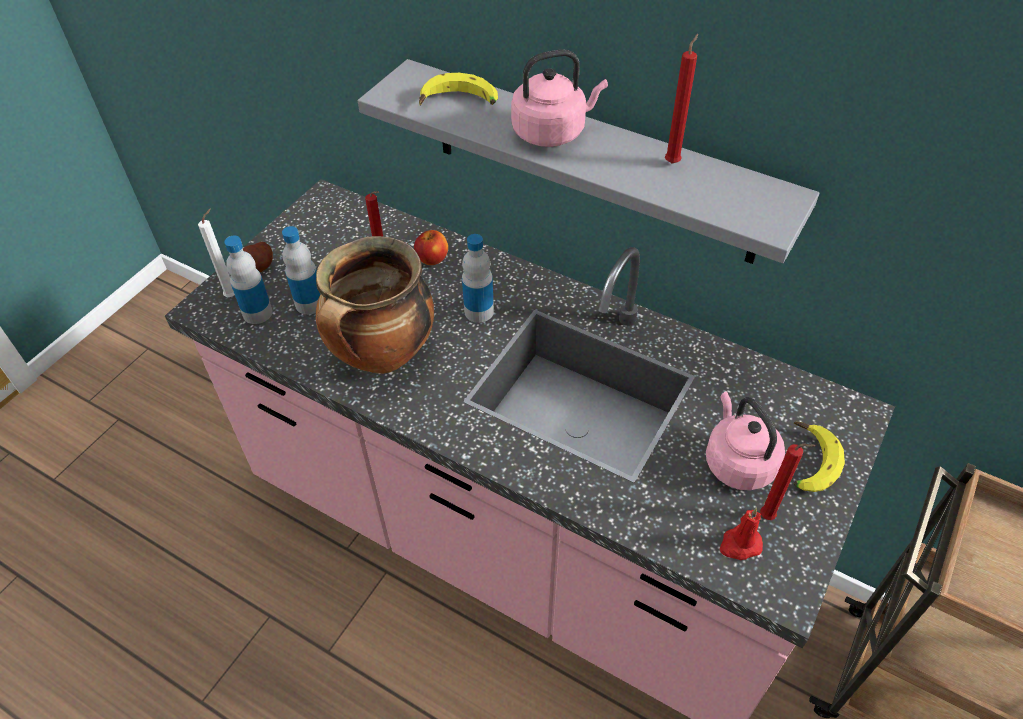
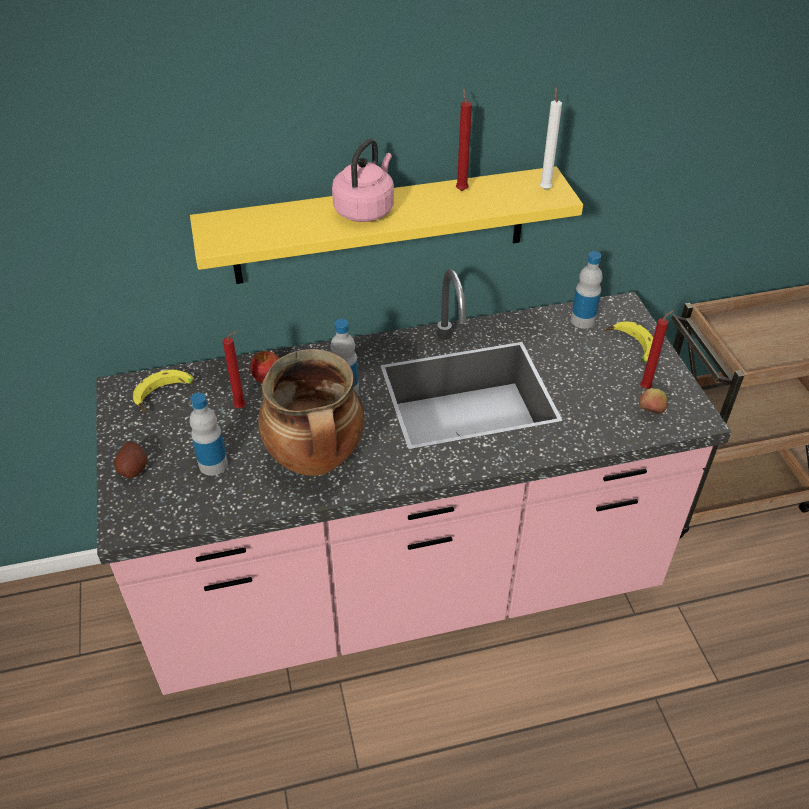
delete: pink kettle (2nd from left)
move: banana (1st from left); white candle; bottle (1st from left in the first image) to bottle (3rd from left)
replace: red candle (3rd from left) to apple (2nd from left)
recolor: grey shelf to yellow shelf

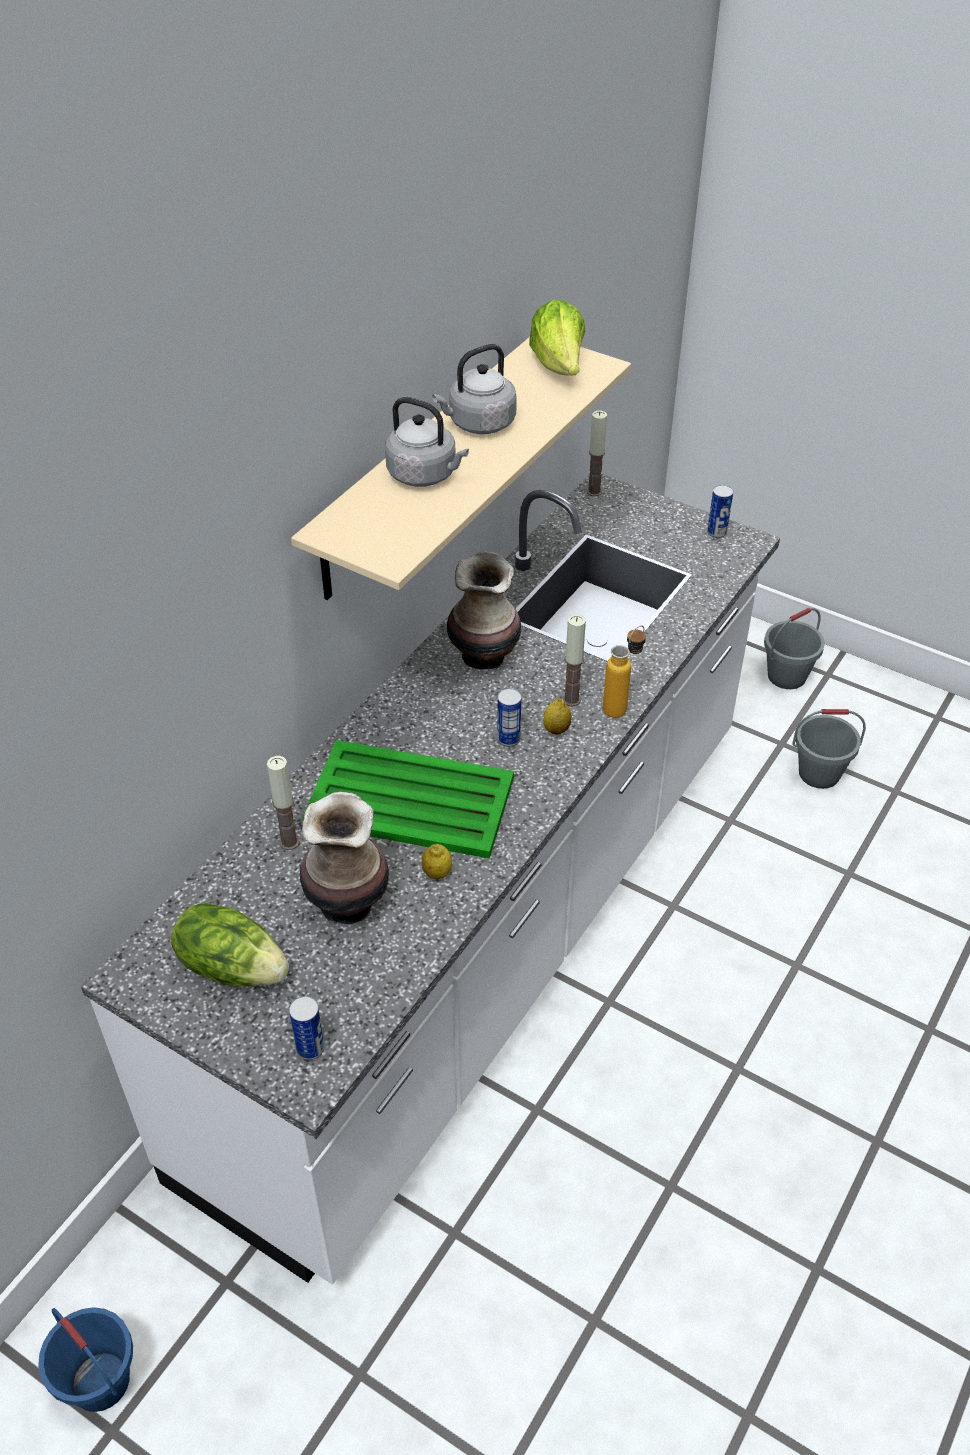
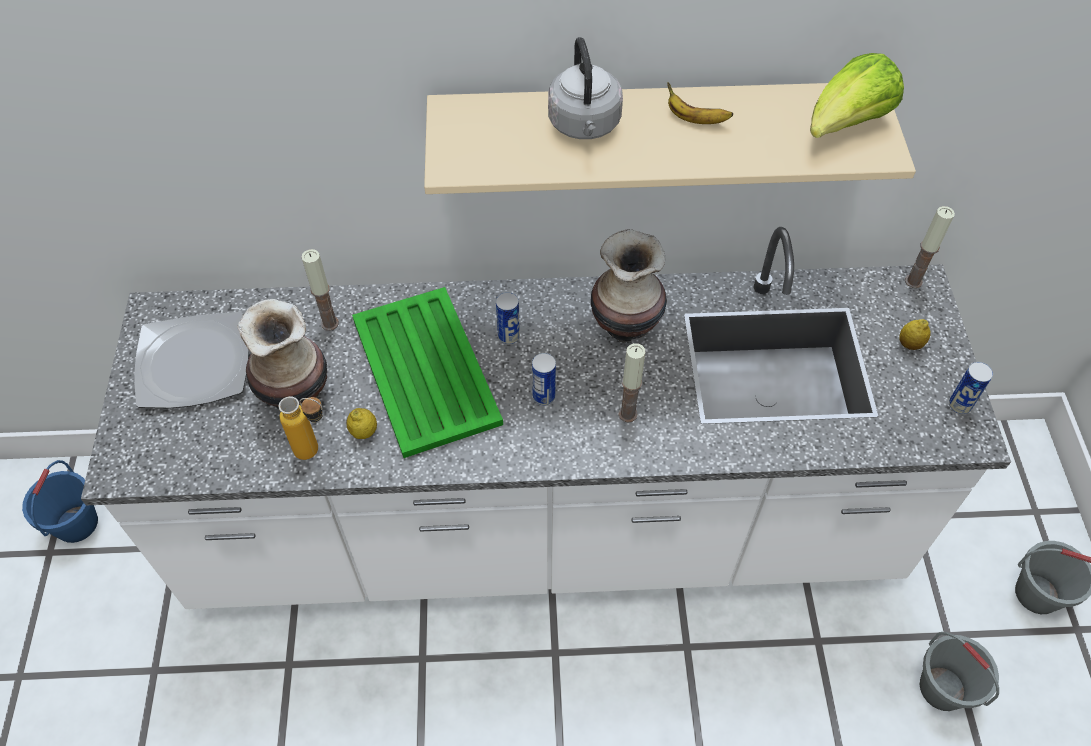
move: bottle; lemon (2nd from left); can (1st from left)
replace: grey kettle (2nd from left) to banana; lettuce (1st from left) to plate

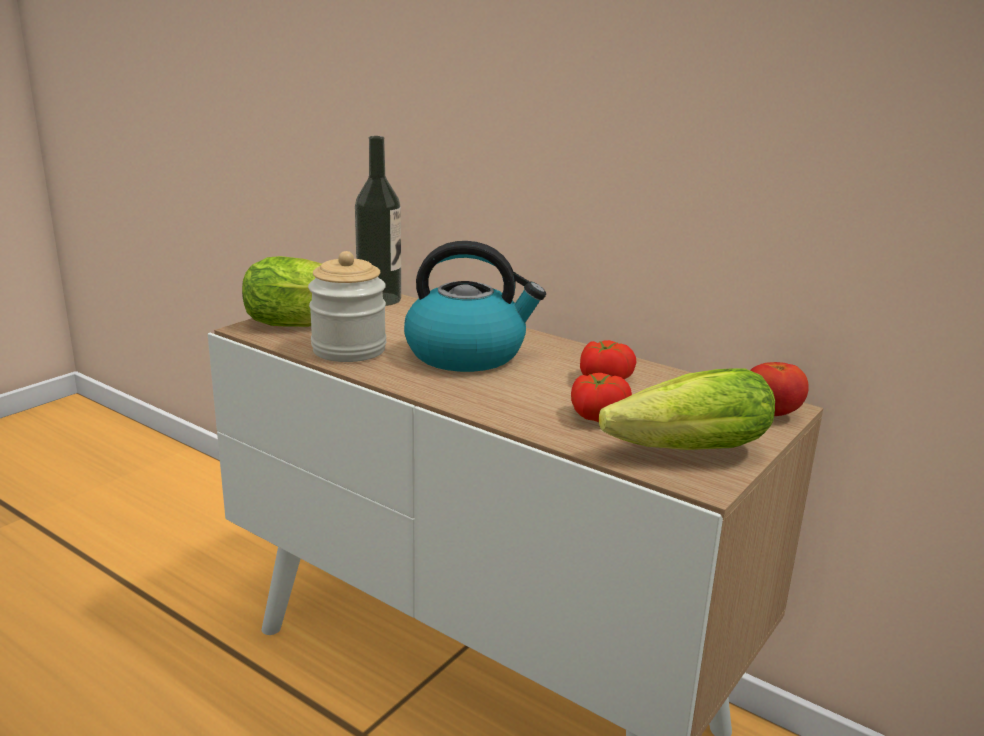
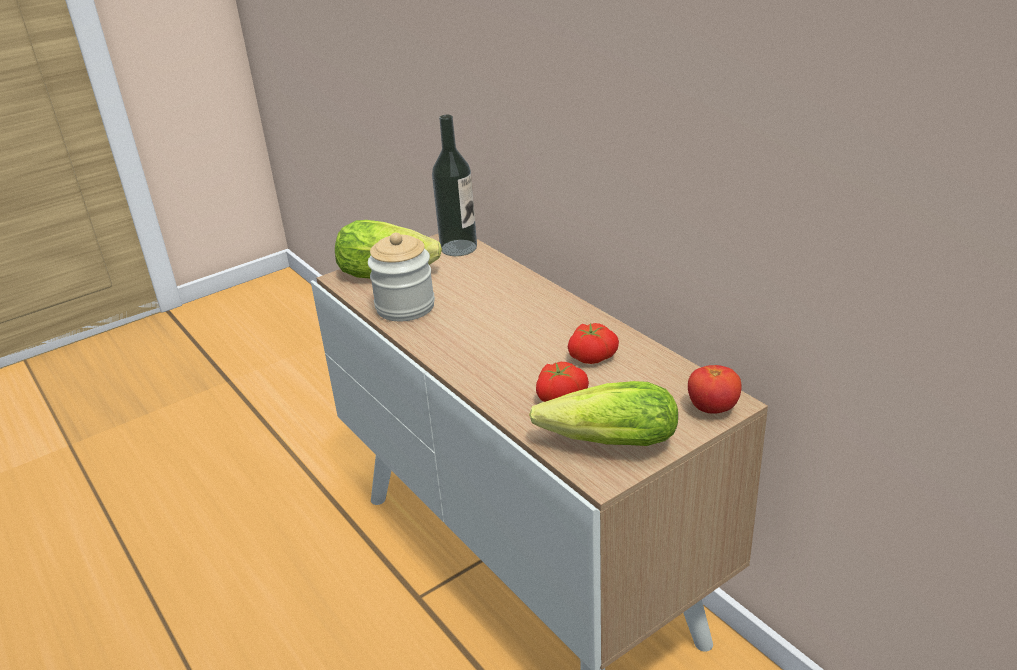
delete: kettle

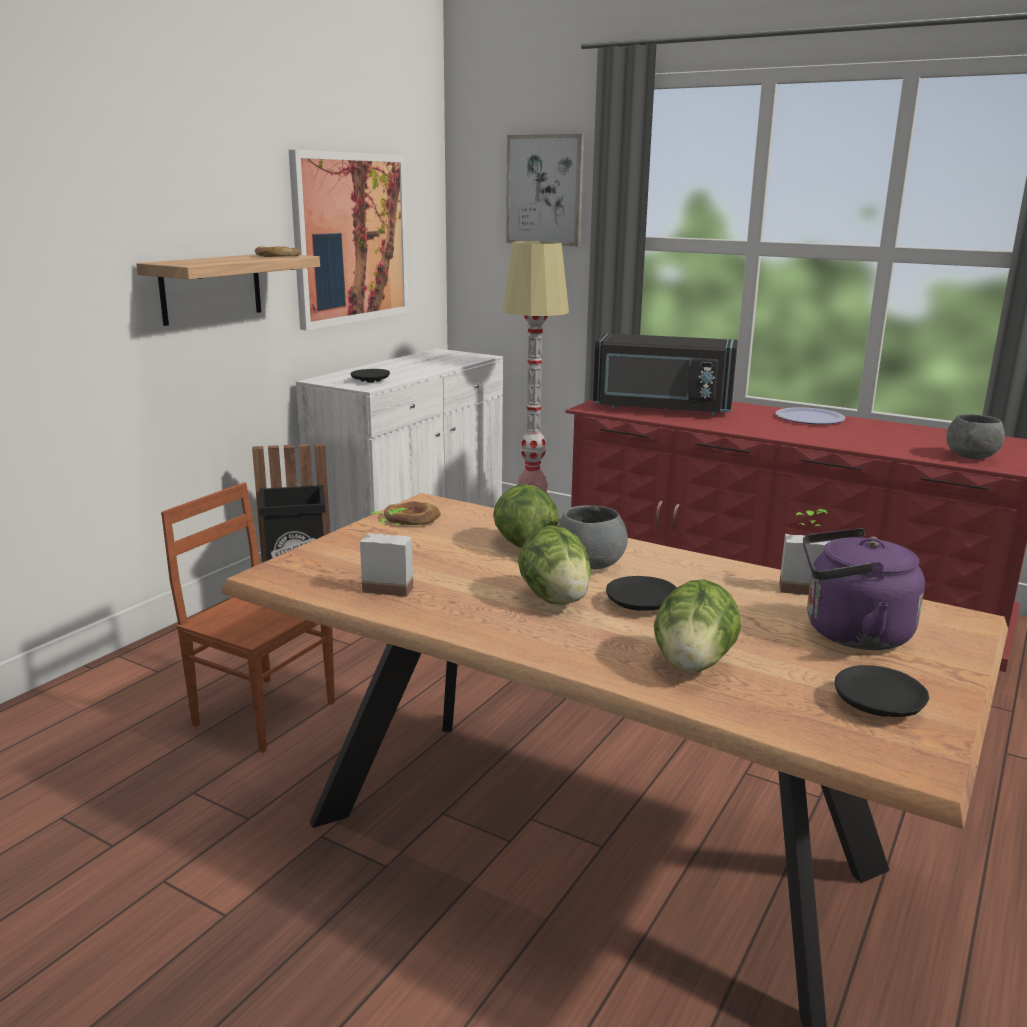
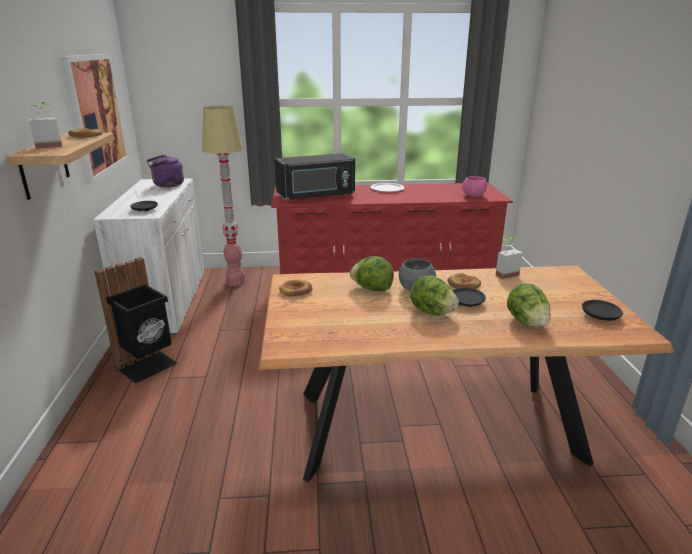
delete: picture (2nd from left); brown chair
insert: bread (3rd from left)
move: potted plant (1st from left); purple kettle
recolor: grey bowl (2nd from left) to pink bowl

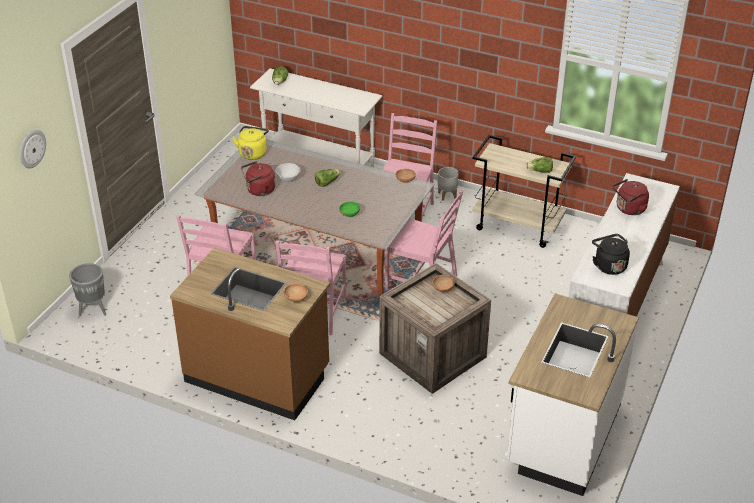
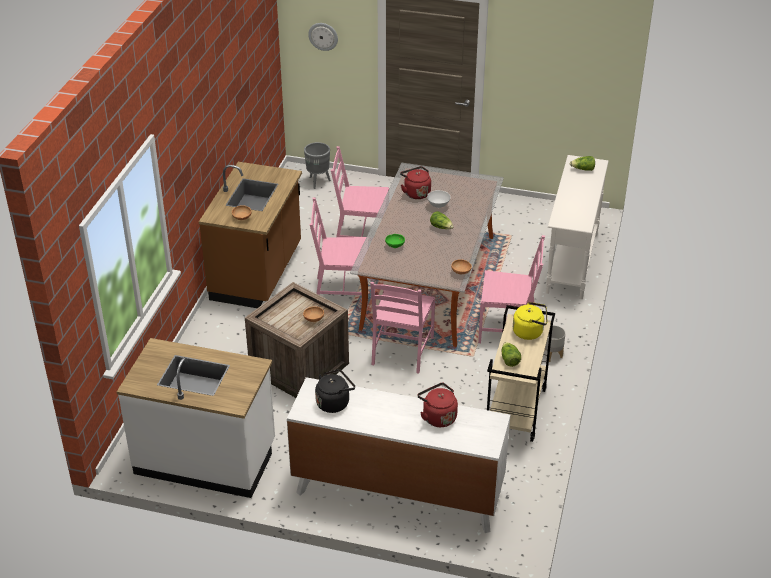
move: yellow kettle

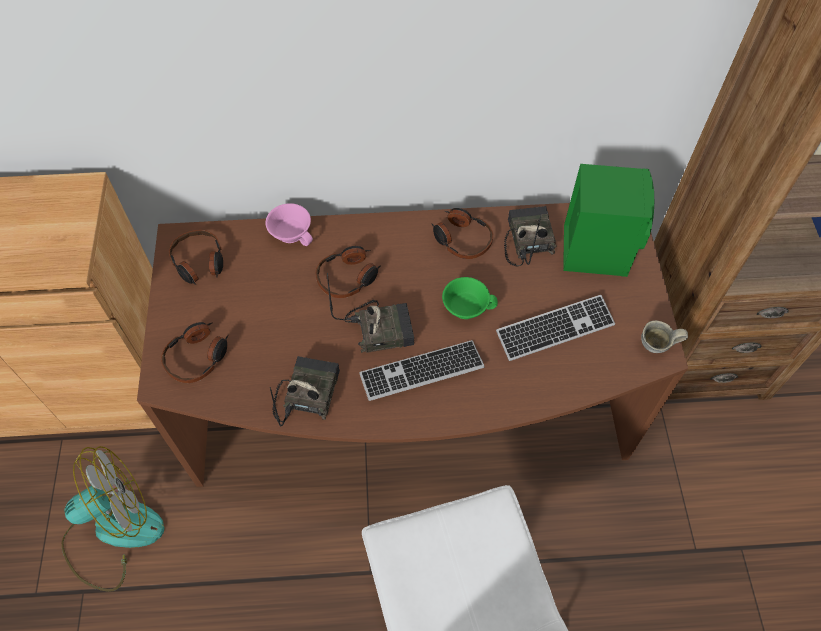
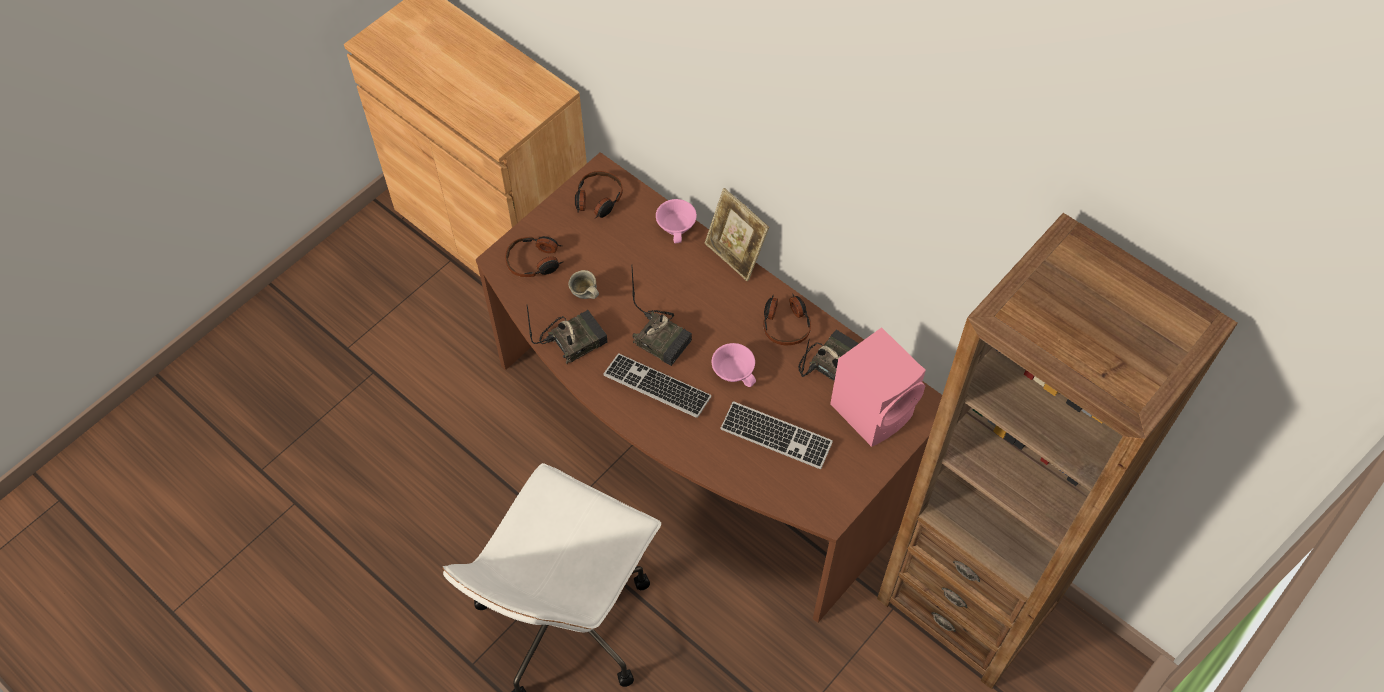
delete: headphones (3rd from left); fan
insert: picture frame
move: grey mug
recolor: green speaker to pink speaker; green cup to pink cup (2nd from left)

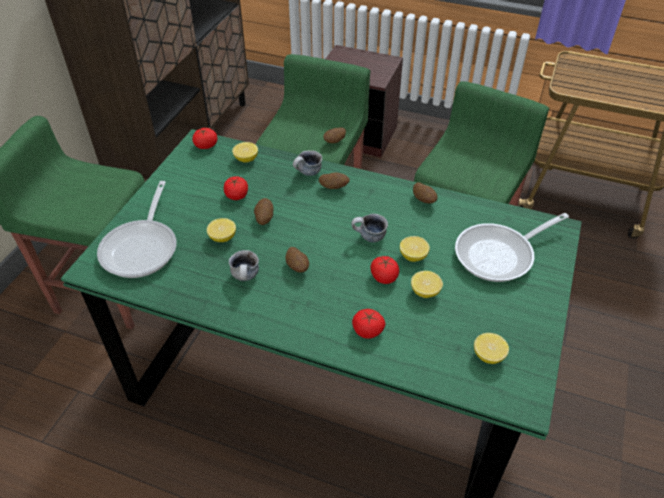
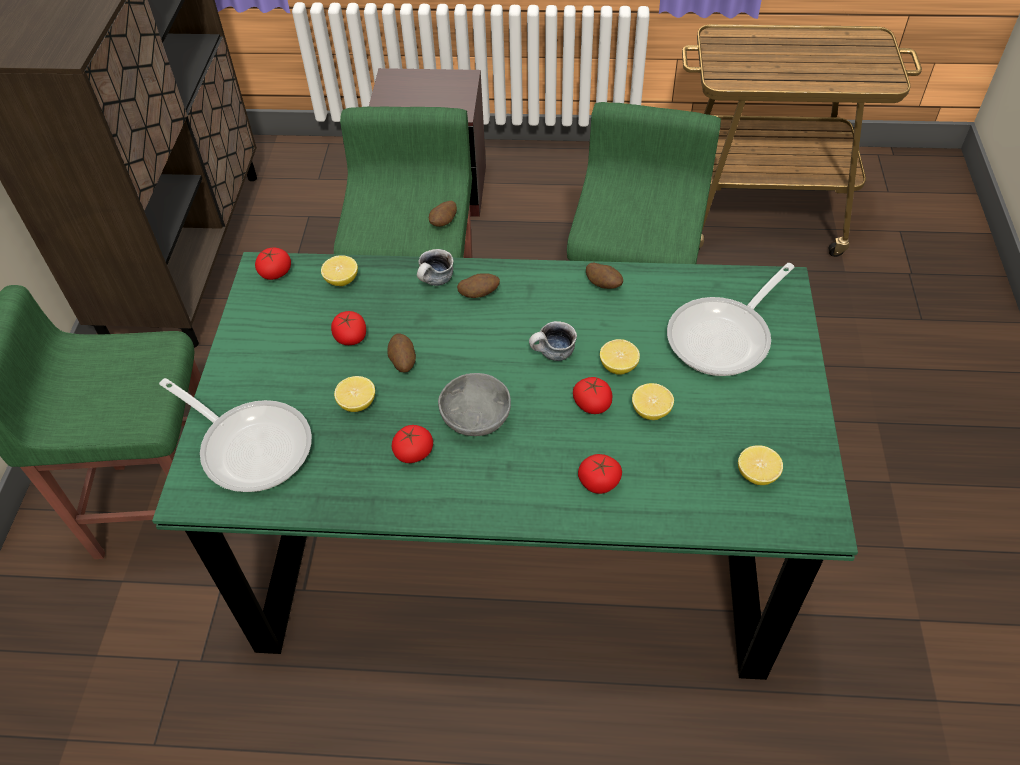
replace: potato (2nd from left) to grey bowl; mug (1st from left) to tomato (3rd from left)
rotate: frying pan (1st from left) 45 degrees counterclockwise

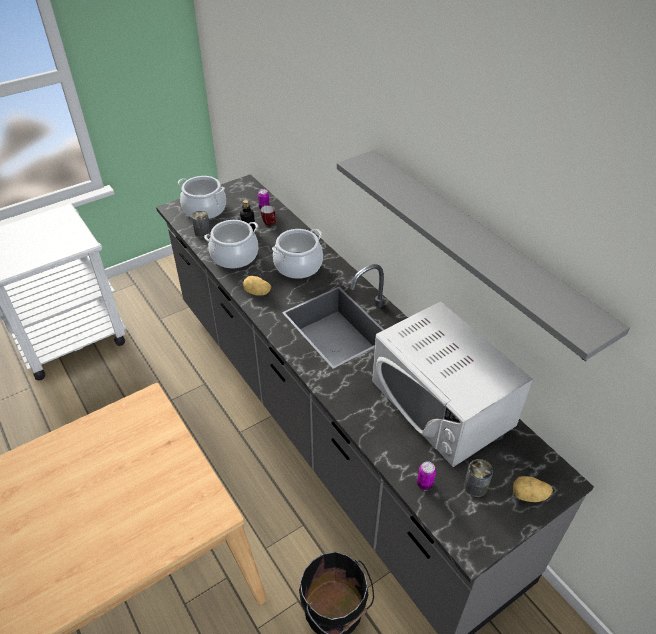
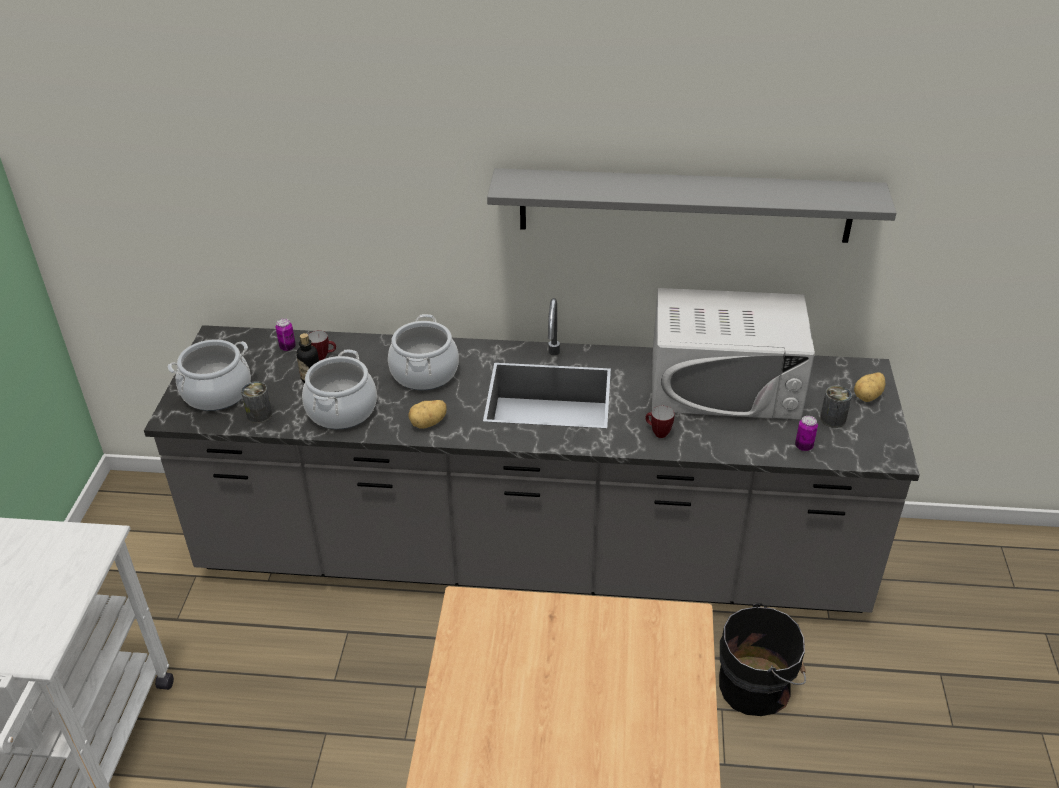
insert: mug (2nd from left)

